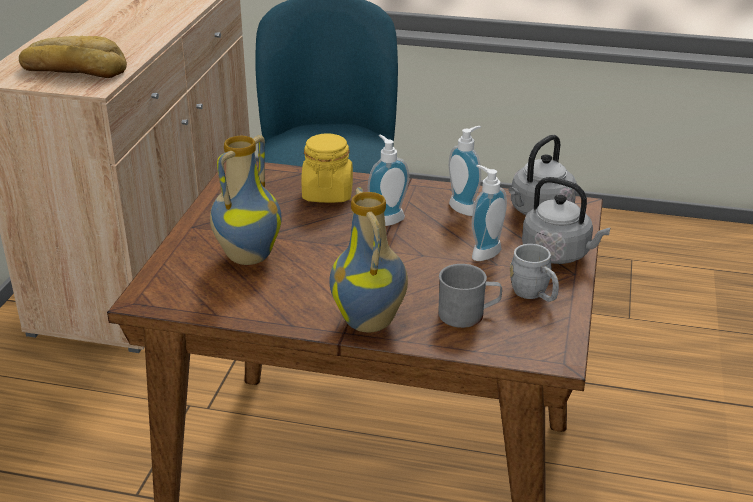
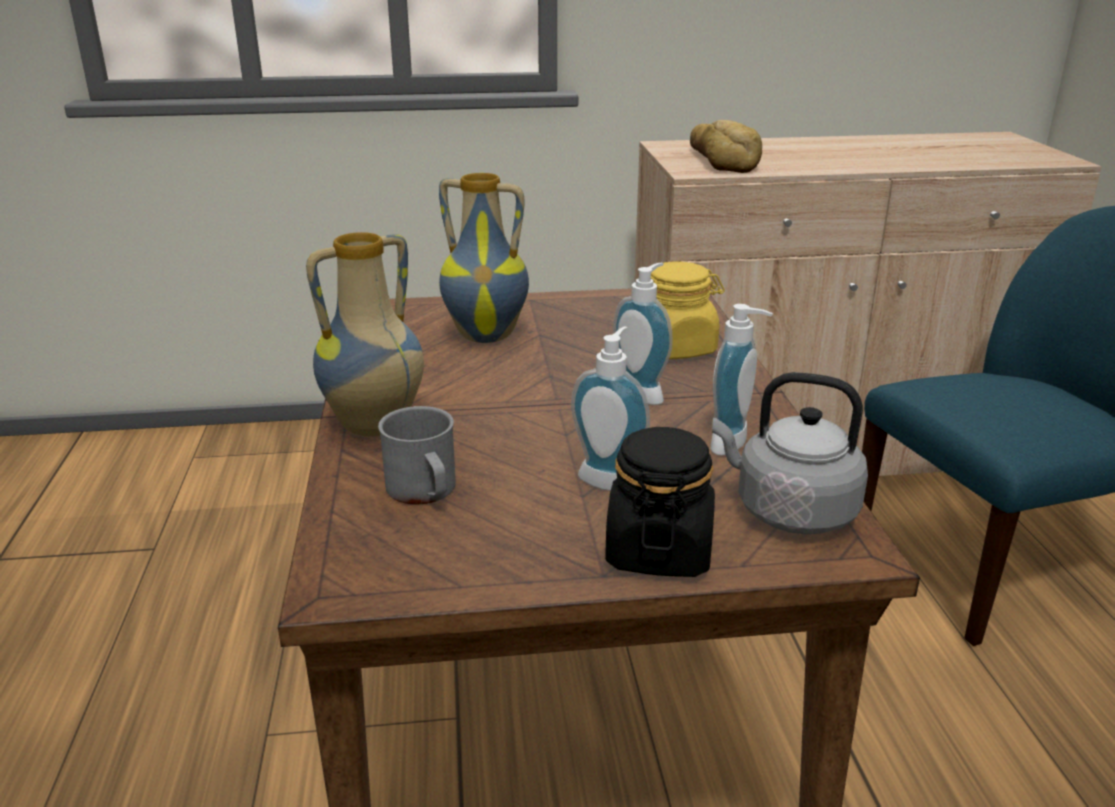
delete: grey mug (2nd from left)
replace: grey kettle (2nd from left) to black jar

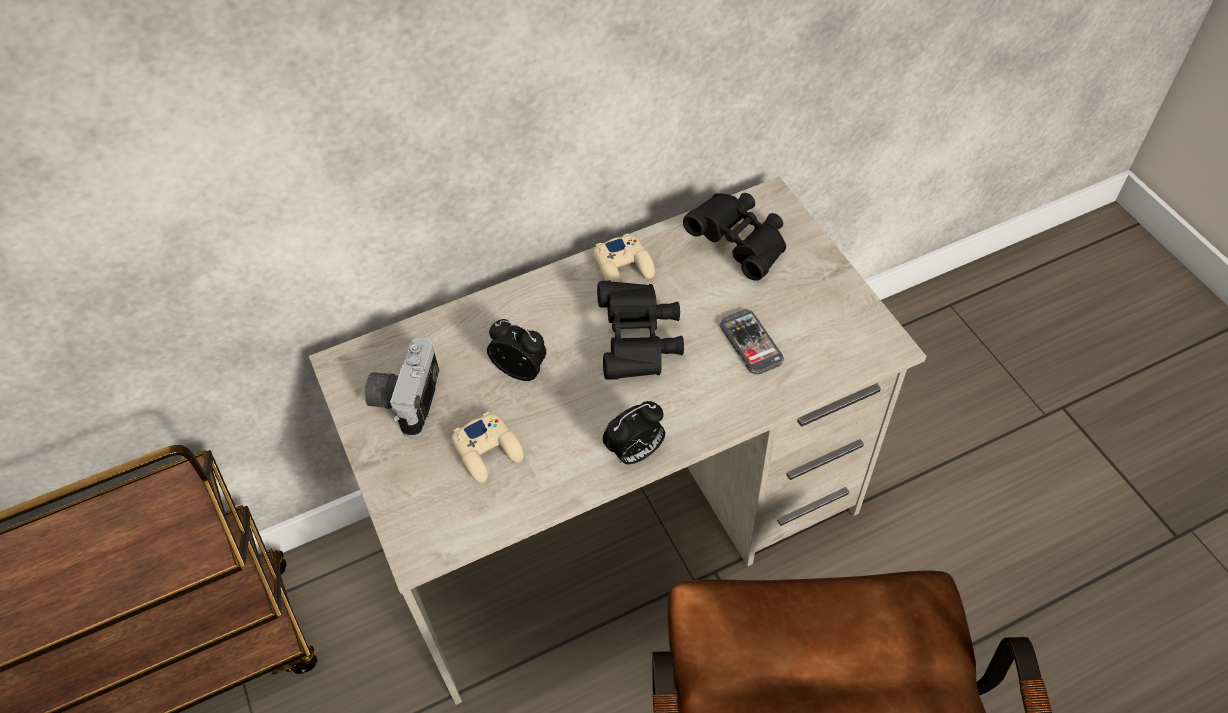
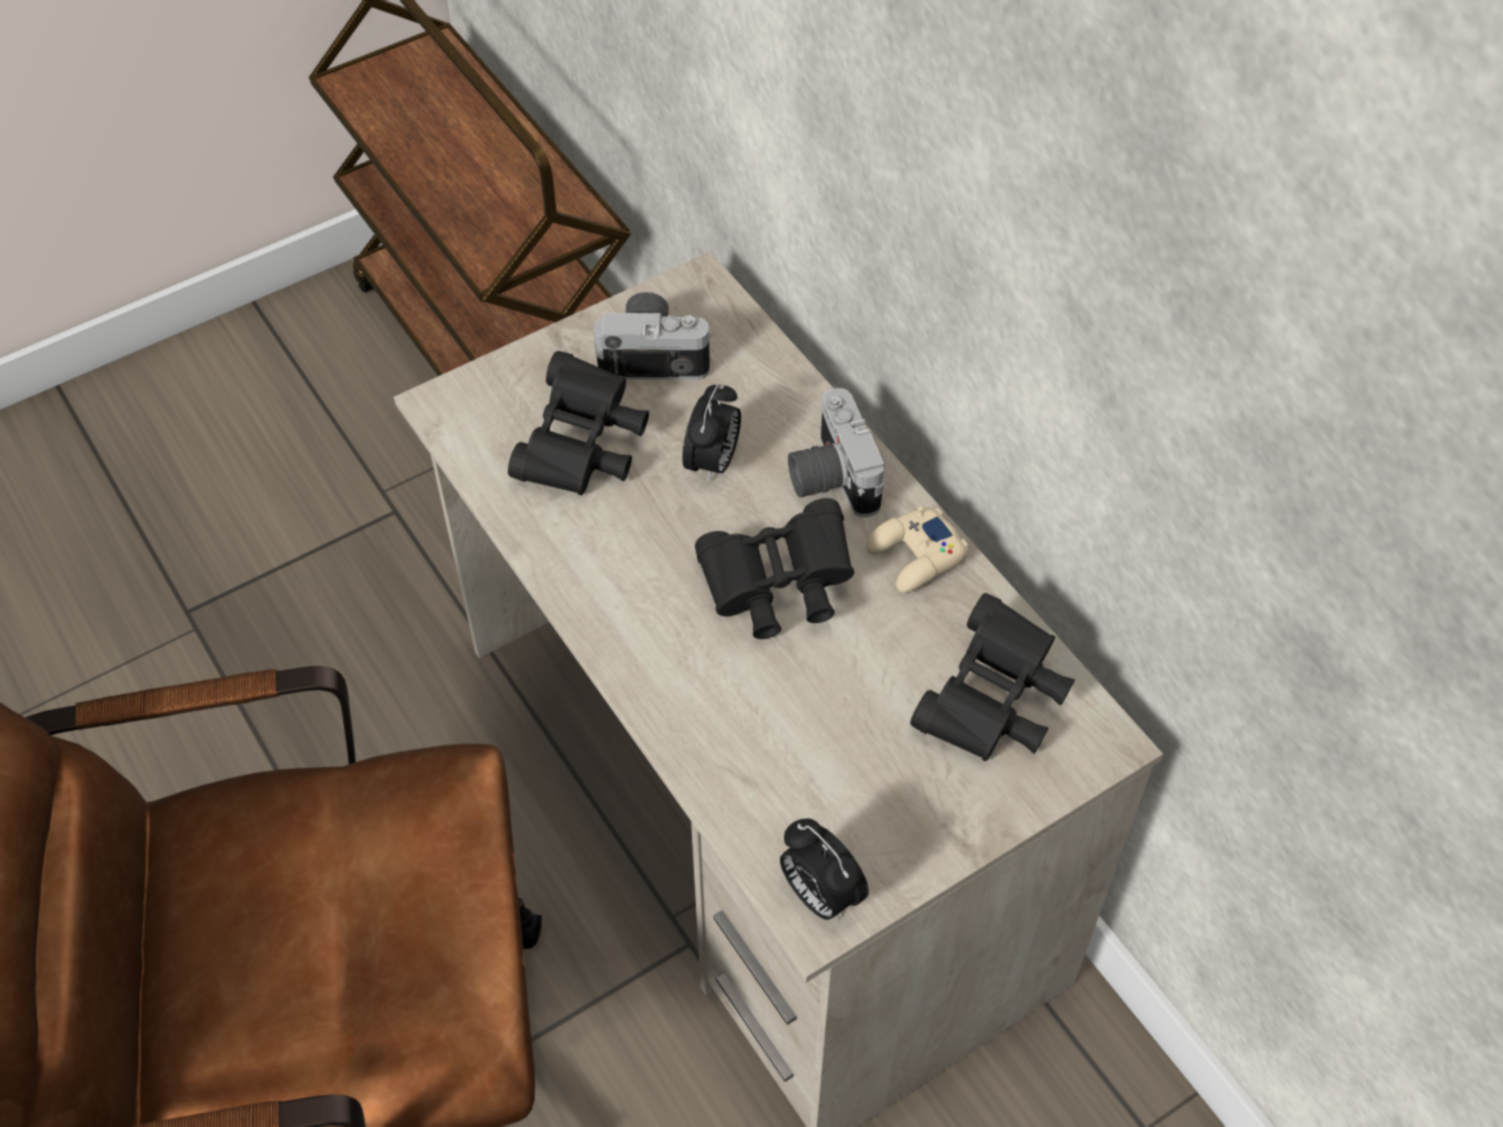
delete: phone
insert: photo camera (2nd from left)
move: alarm clock (2nd from left)
replace: beige game controller (1st from left) to black binoculars (1st from left)

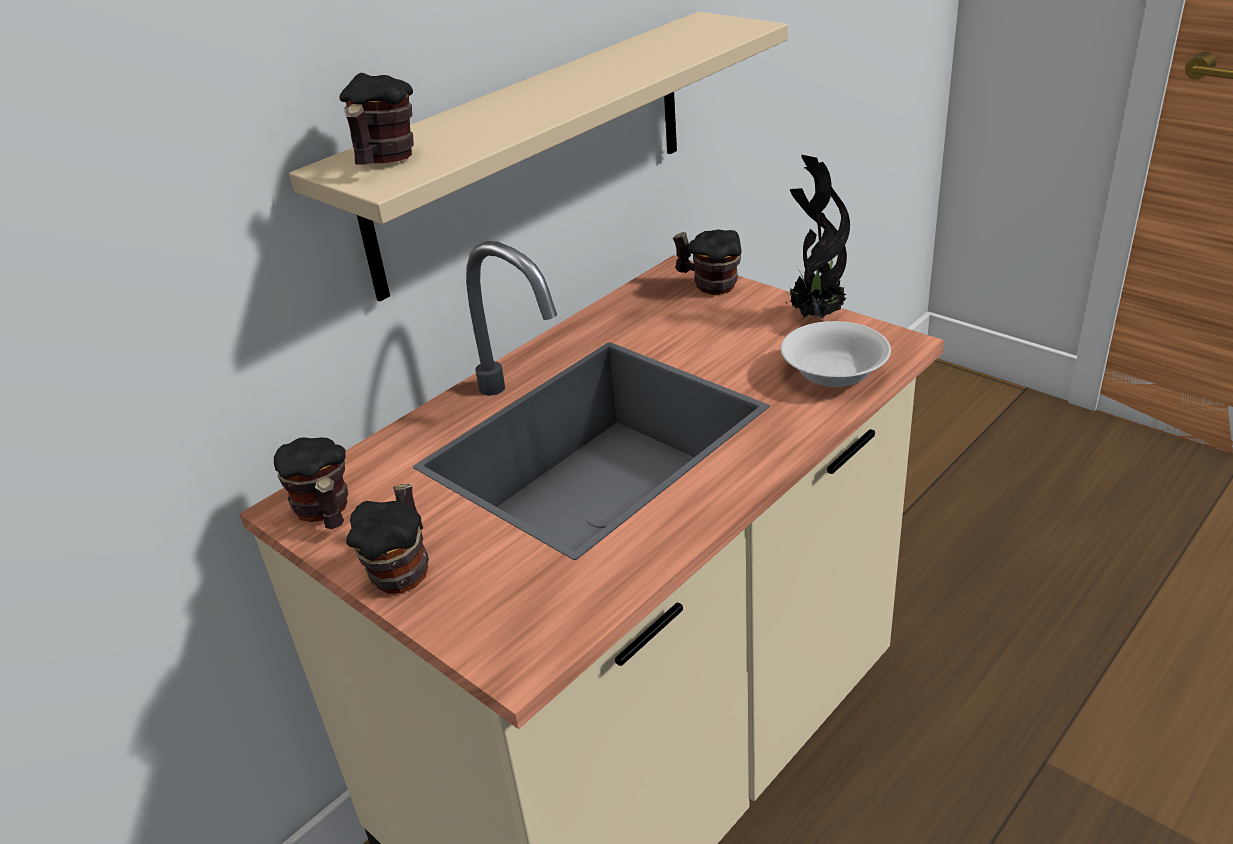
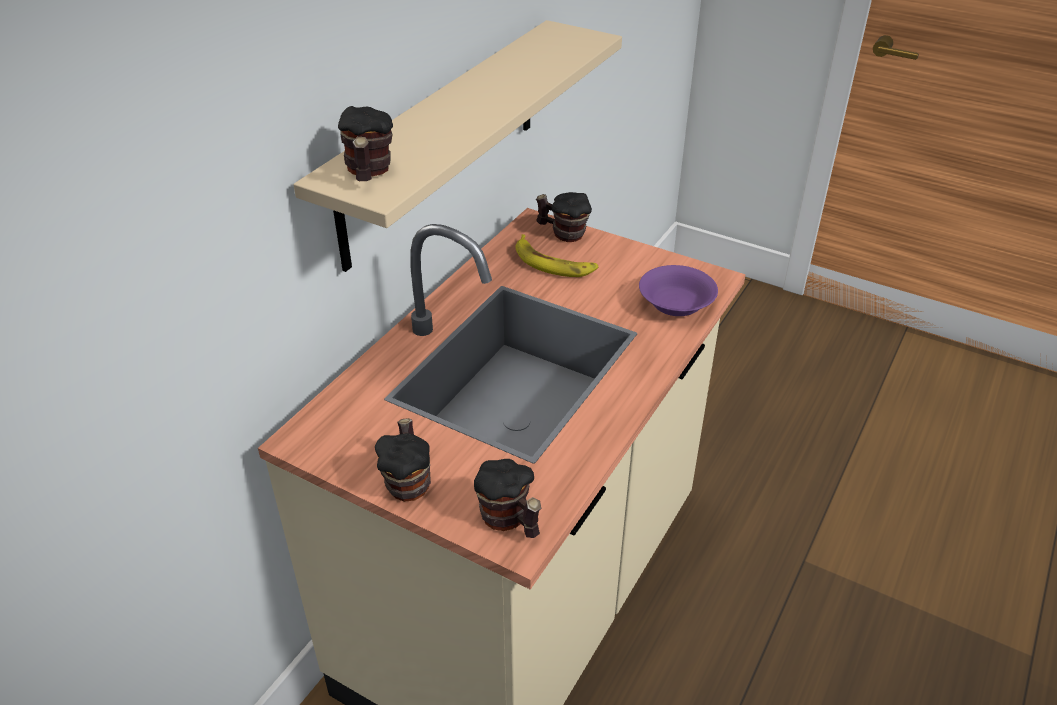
delete: potted plant
insert: banana
move: mug (1st from left in the first image) to mug (3rd from left)
recolor: white bowl to purple bowl

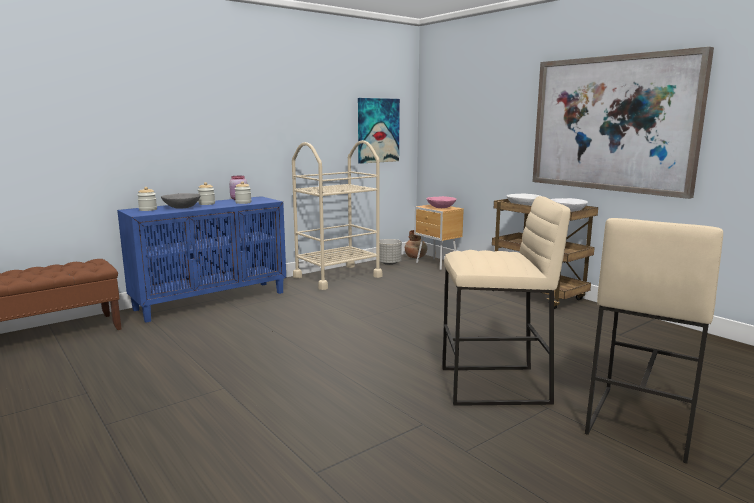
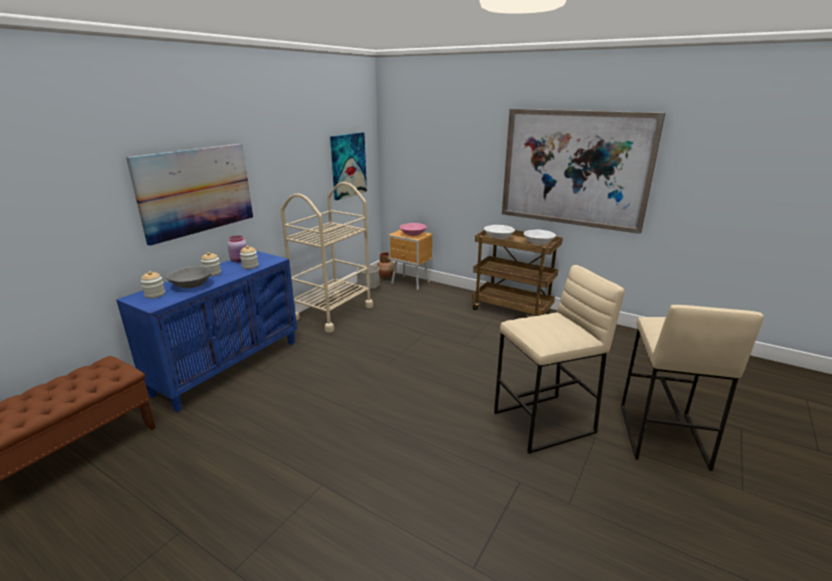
insert: picture (1st from left)

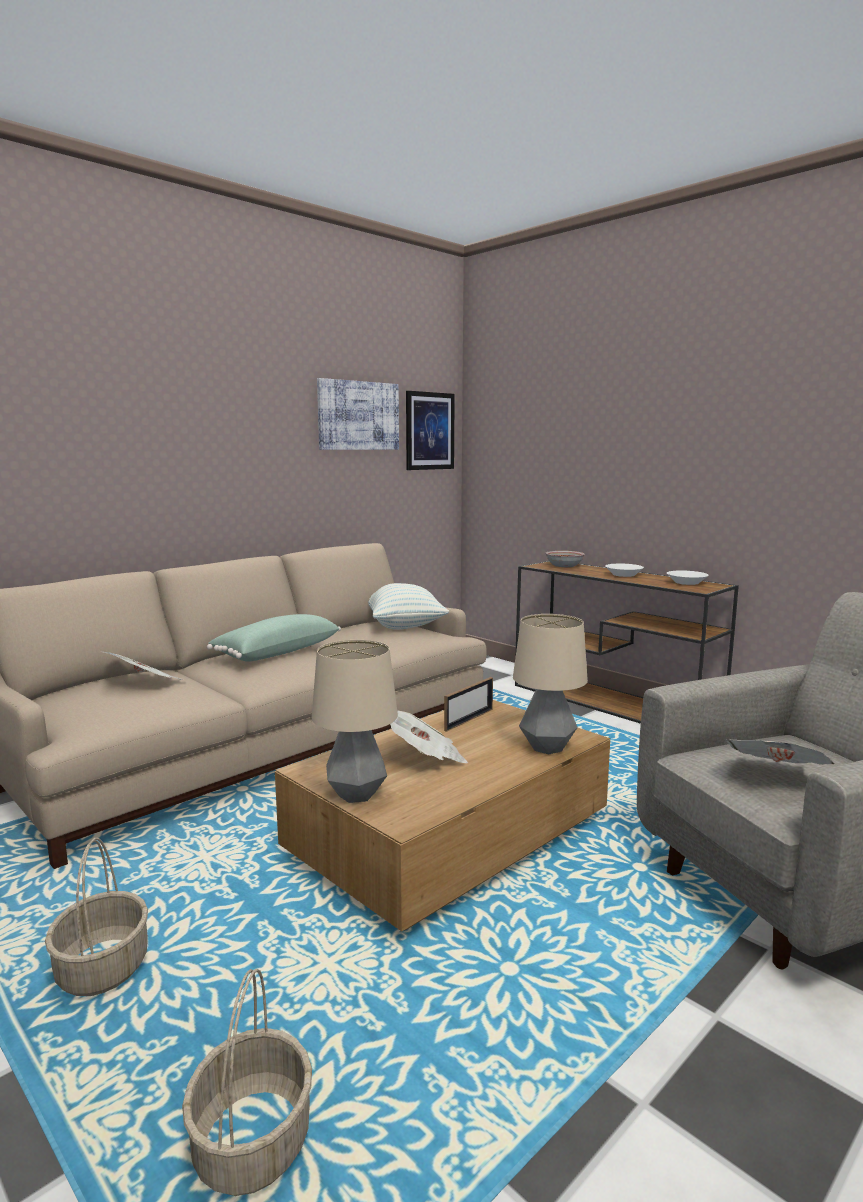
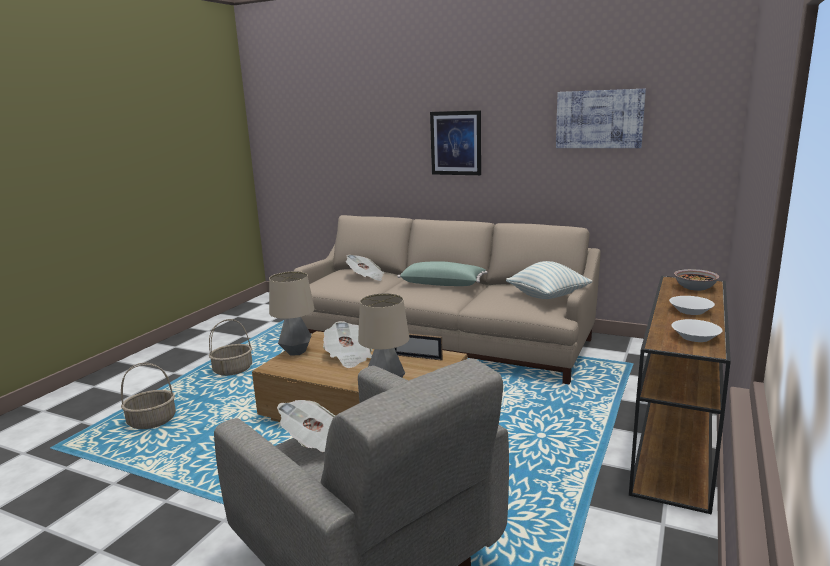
move: picture (2nd from left in the first image) to picture (1st from left)

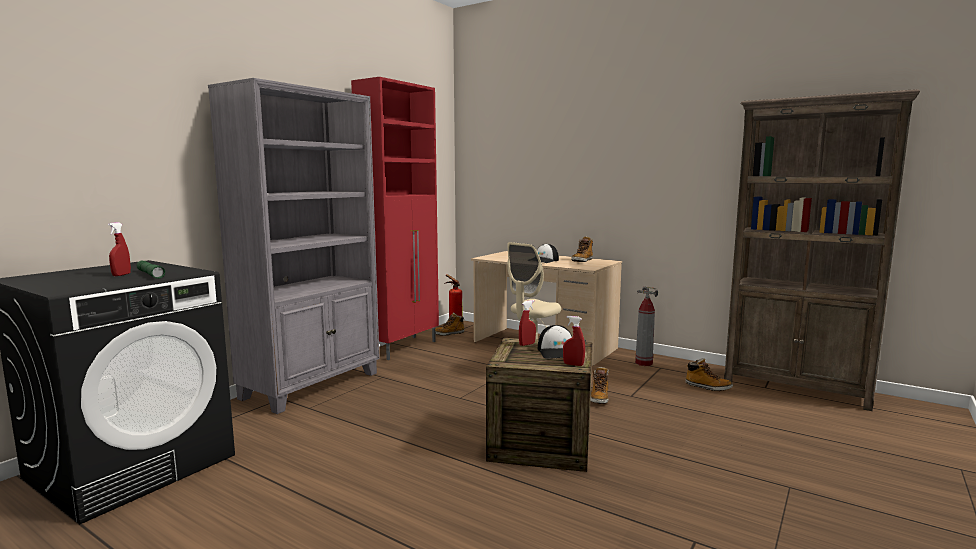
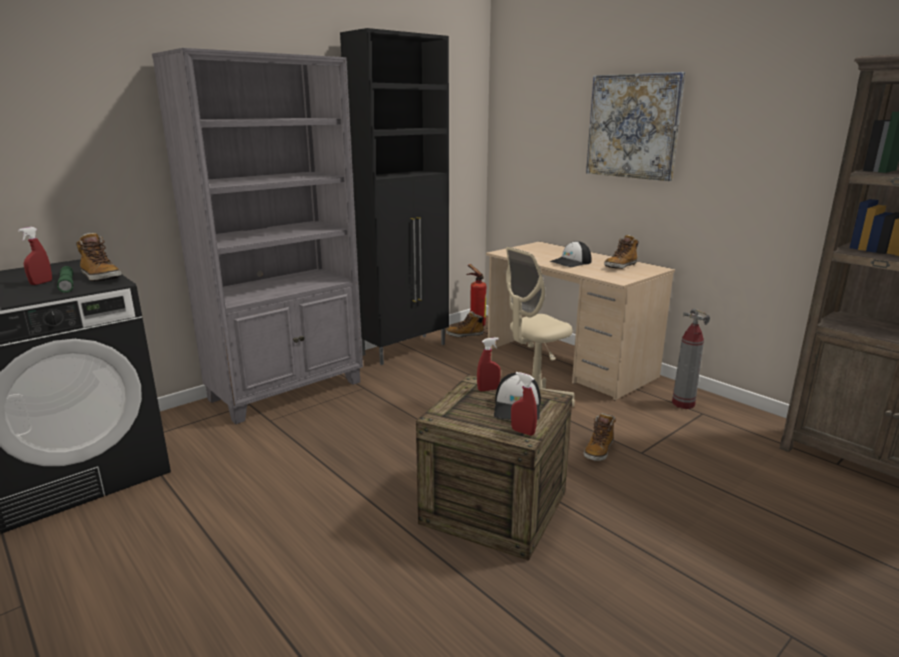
insert: picture
move: boot (4th from left in the first image) to boot (1st from left)
recolor: red cabinet to black cabinet

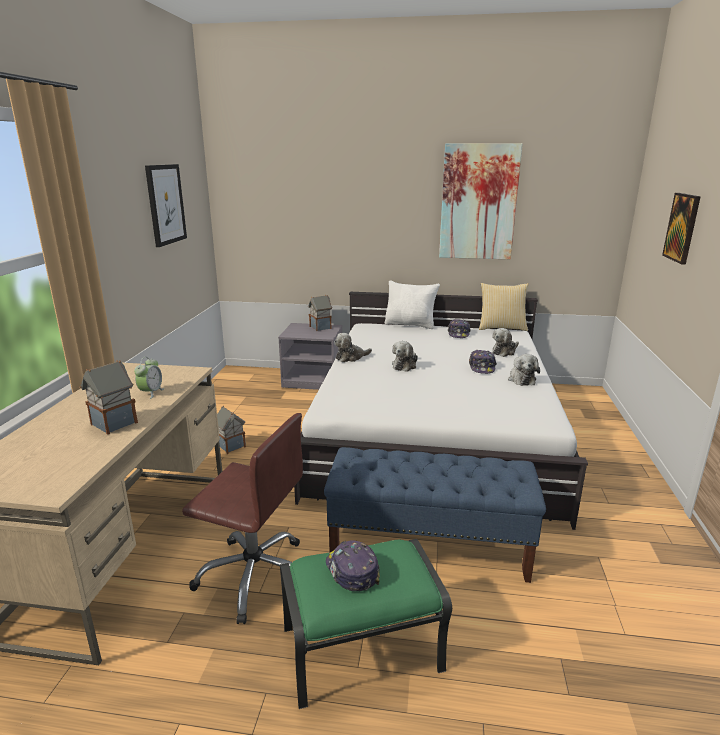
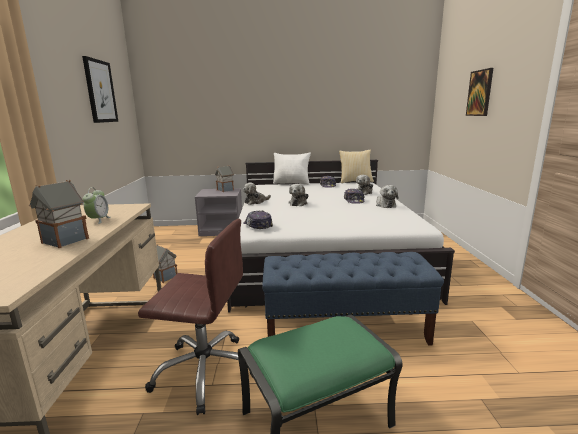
delete: picture (2nd from left)
move: cap (1st from left)

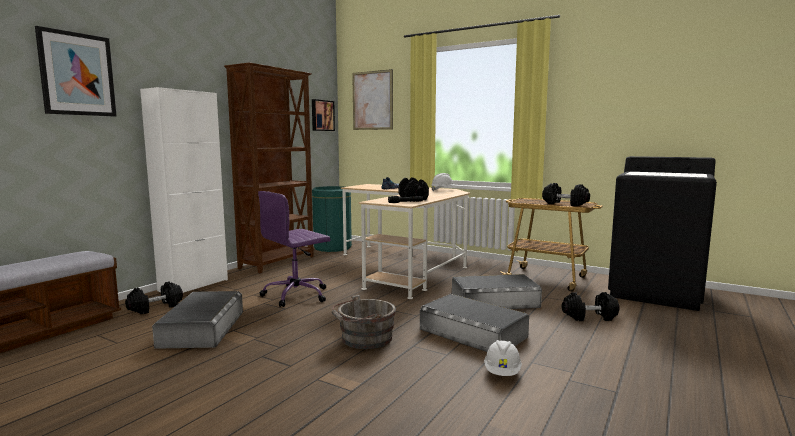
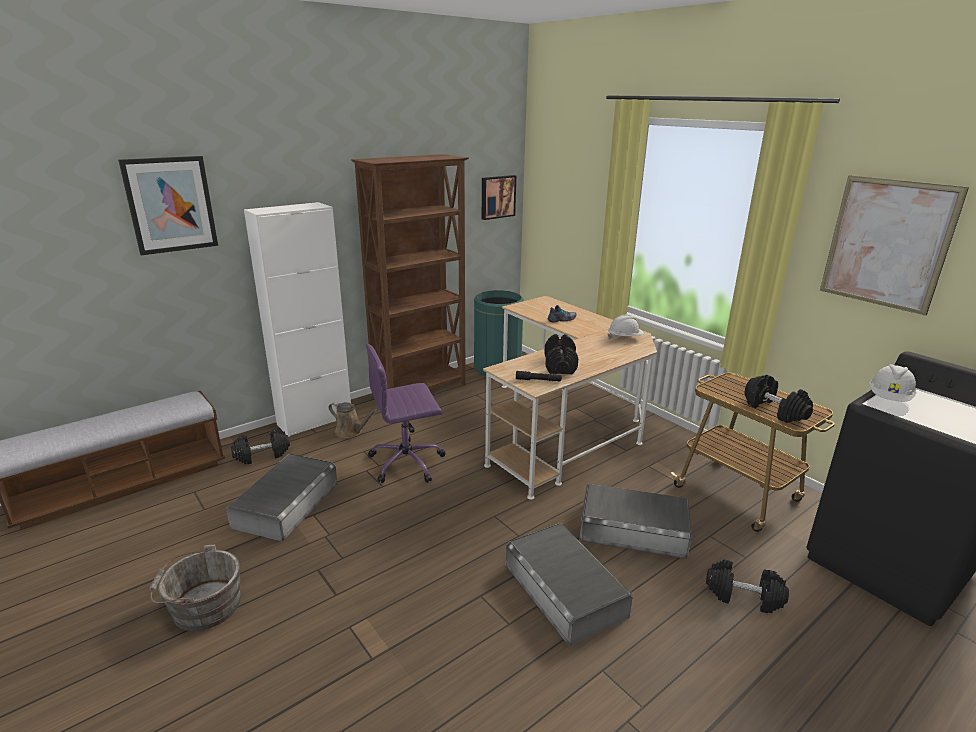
insert: brown watering can
move: picture (3rd from left); grey bucket; white hard hat (2nd from left)

